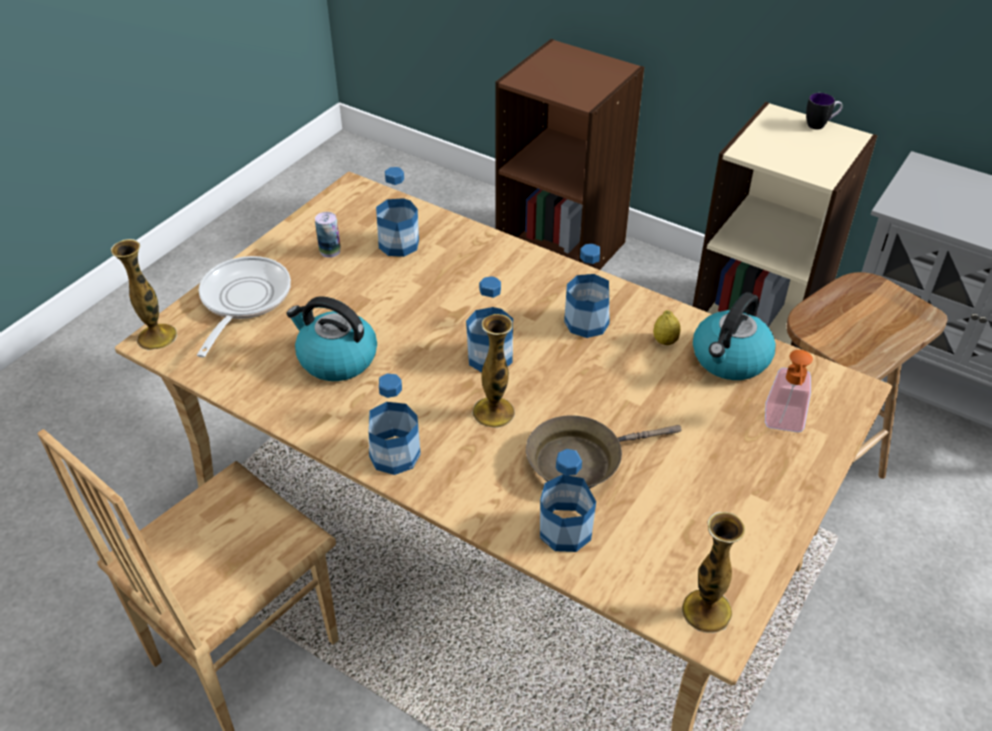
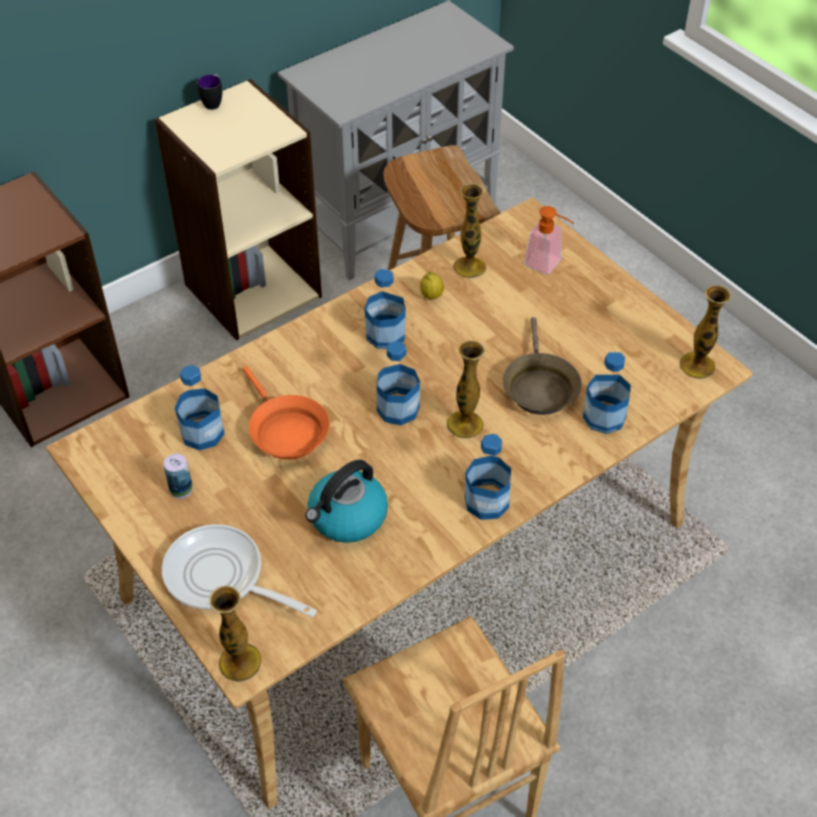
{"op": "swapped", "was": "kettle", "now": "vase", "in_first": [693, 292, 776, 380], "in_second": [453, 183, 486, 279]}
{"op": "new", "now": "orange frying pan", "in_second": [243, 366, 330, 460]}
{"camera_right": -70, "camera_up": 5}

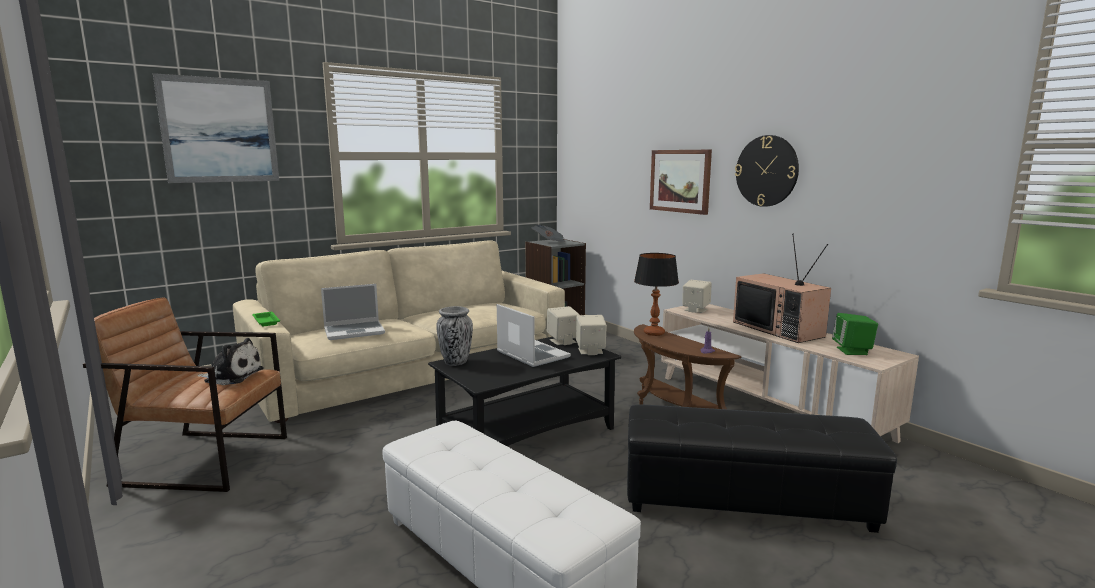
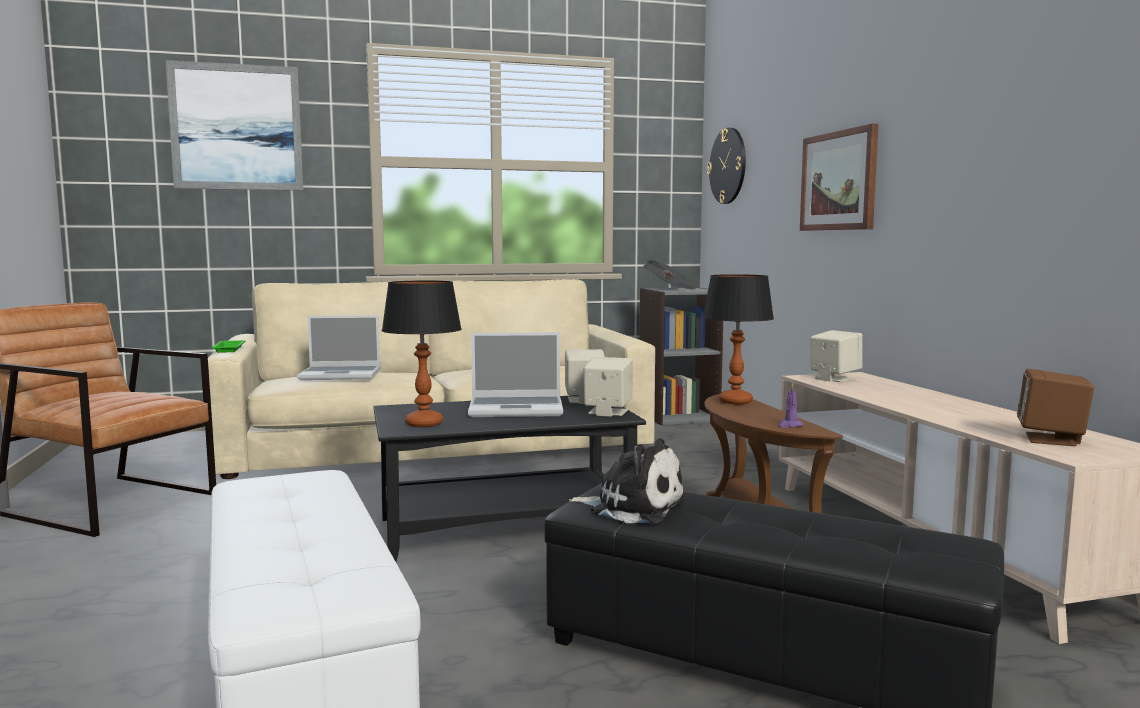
{"op": "shifted", "was": "wall clock", "in_first": [735, 135, 799, 207], "in_second": [707, 128, 746, 204]}
{"op": "gone", "was": "television", "in_first": [733, 233, 831, 343]}
{"op": "rotated", "was": "laptop", "in_first": [497, 304, 571, 367], "in_second": [468, 332, 563, 417], "clockwise": 105}
{"op": "gone", "was": "vase", "in_first": [436, 306, 473, 366]}
{"op": "repainted", "was": "green speaker", "now": "brown speaker", "in_first": [832, 313, 878, 355], "in_second": [1017, 369, 1094, 446]}
{"op": "shifted", "was": "plush toy", "in_first": [198, 338, 264, 385], "in_second": [569, 438, 685, 523]}
{"op": "new", "now": "table lamp", "in_second": [382, 280, 462, 427]}
{"camera_right": 20, "camera_up": -5}

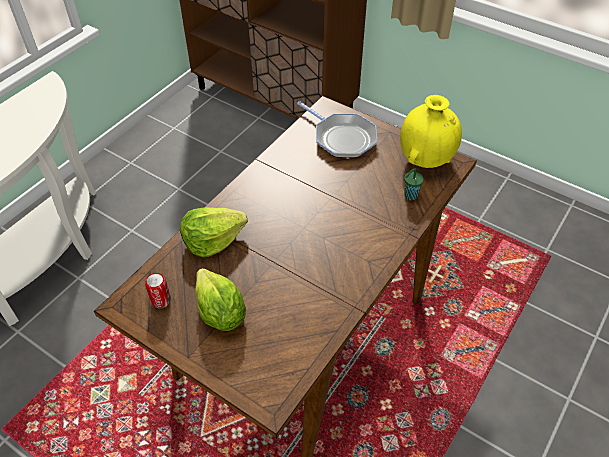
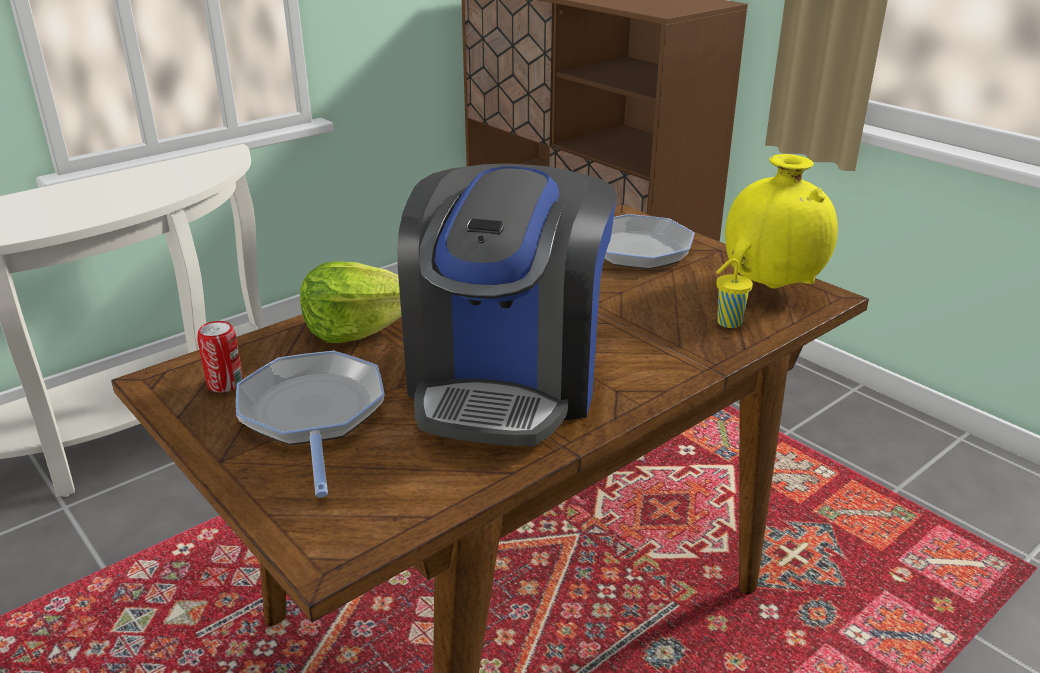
{"op": "repainted", "was": "green cup", "now": "yellow cup", "in_first": [404, 169, 424, 200], "in_second": [716, 258, 753, 328]}
{"op": "swapped", "was": "lettuce", "now": "frying pan", "in_first": [195, 268, 246, 331], "in_second": [236, 351, 385, 498]}
{"op": "new", "now": "coffee machine", "in_second": [397, 163, 617, 446]}
{"camera_right": 15, "camera_up": -20}

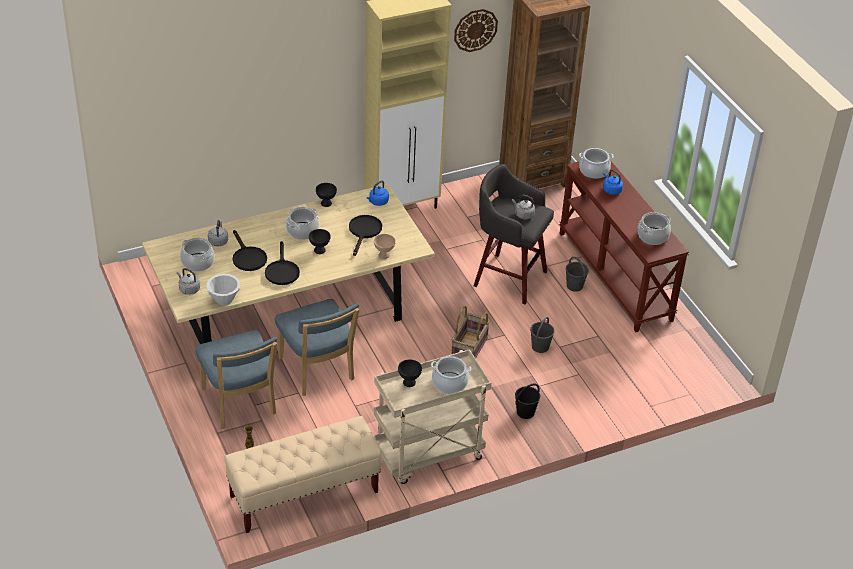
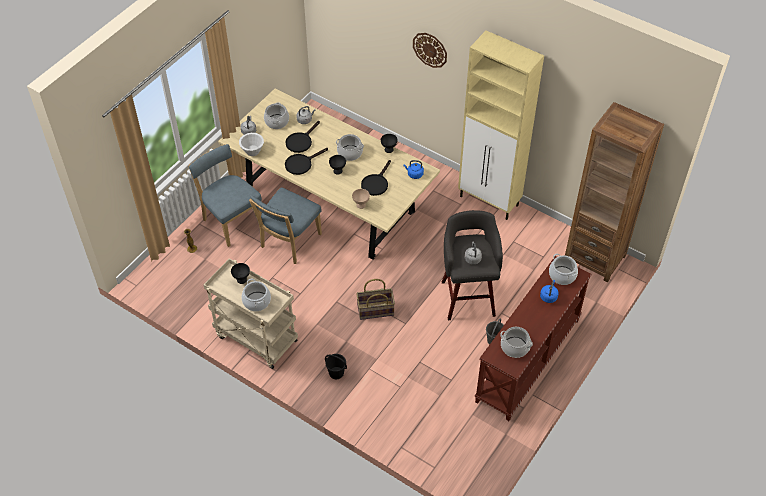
{"op": "shifted", "was": "wall clock", "in_first": [454, 9, 498, 52], "in_second": [413, 33, 447, 68]}
{"op": "rotated", "was": "black frying pan", "in_first": [349, 215, 382, 256], "in_second": [361, 160, 391, 196], "clockwise": 135}
{"op": "gone", "was": "grey bucket", "in_first": [530, 317, 555, 353]}
{"op": "rotated", "was": "blue chair", "in_first": [195, 330, 277, 429], "in_second": [188, 144, 262, 247], "clockwise": 105}
{"op": "gone", "was": "beige bench", "in_first": [224, 416, 381, 533]}
{"camera_right": 60, "camera_up": 10}

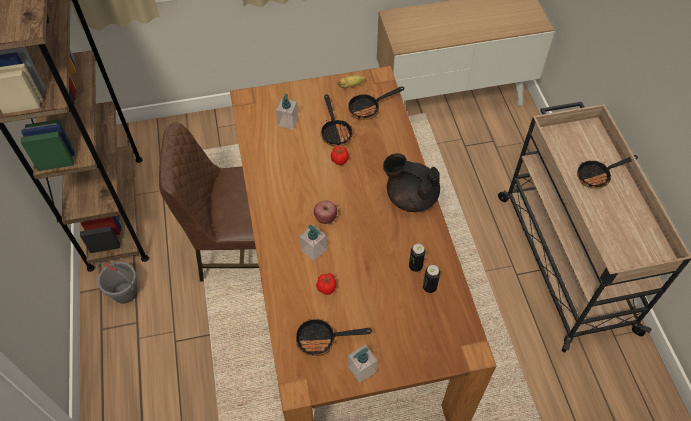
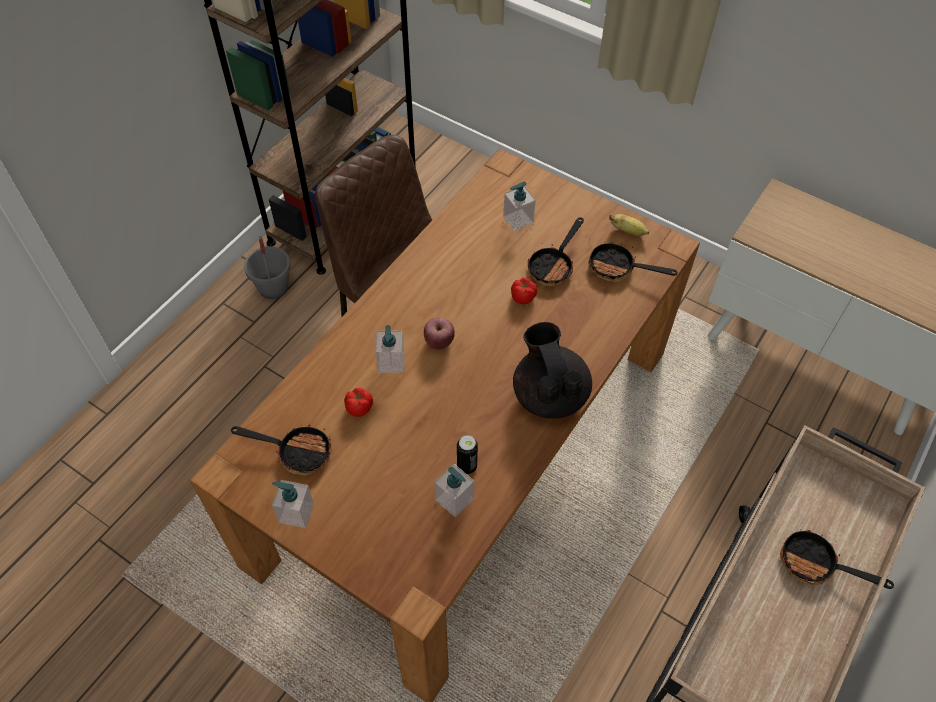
{"op": "swapped", "was": "can", "now": "soap dispenser", "in_first": [423, 265, 440, 293], "in_second": [434, 464, 474, 517]}
{"op": "rotated", "was": "frying pan", "in_first": [296, 318, 372, 357], "in_second": [231, 425, 331, 475], "clockwise": 150}
{"camera_right": 45, "camera_up": 0}

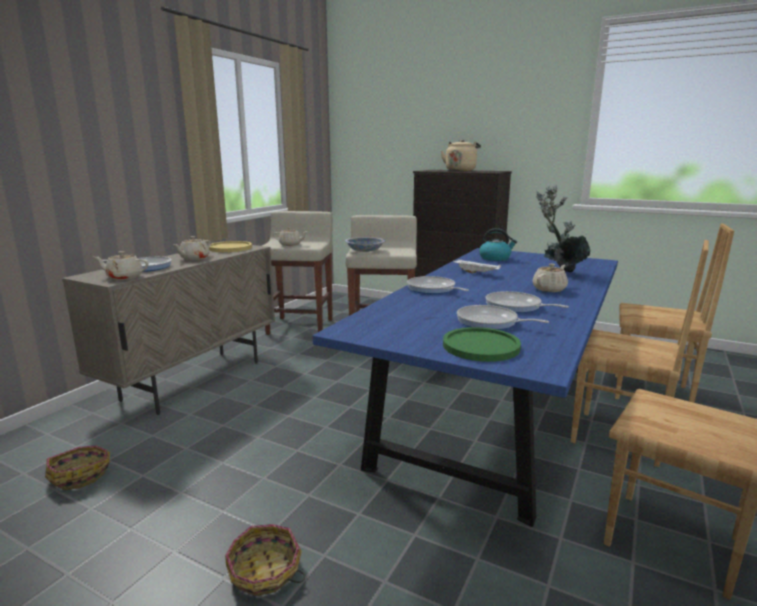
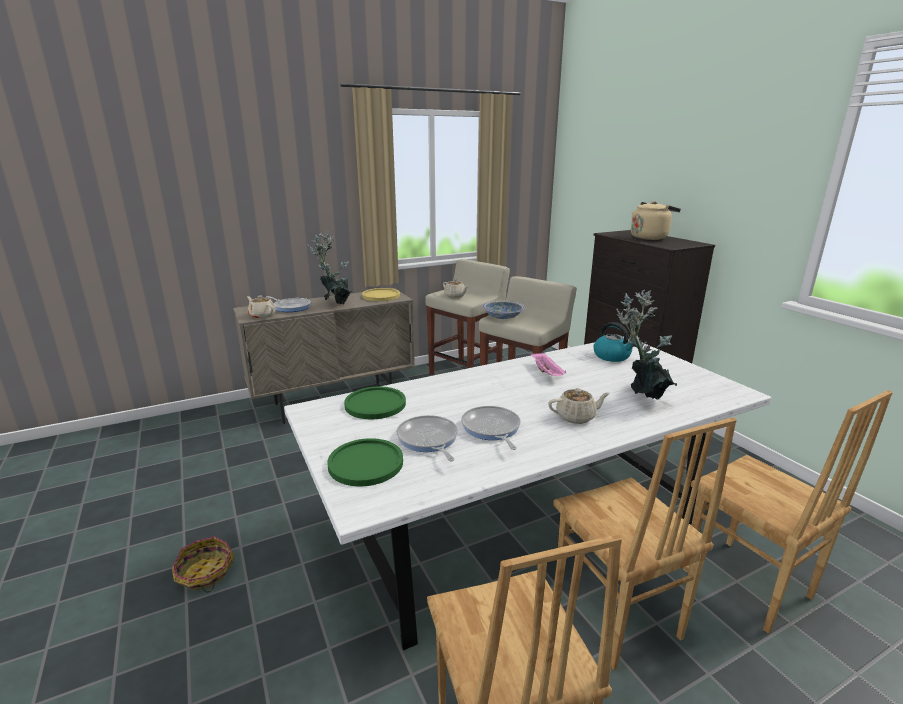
{"op": "swapped", "was": "beige teapot", "now": "potted plant", "in_first": [174, 236, 211, 260], "in_second": [307, 231, 351, 305]}
{"op": "repainted", "was": "blue dining table", "now": "white dining table", "in_first": [313, 248, 618, 527], "in_second": [284, 336, 771, 651]}
{"op": "repainted", "was": "white tray", "now": "pink tray", "in_first": [453, 260, 501, 273], "in_second": [531, 353, 566, 376]}
{"op": "gone", "was": "frying pan", "in_first": [407, 276, 469, 294]}
{"op": "gone", "was": "basket", "in_first": [45, 446, 110, 490]}
{"op": "new", "now": "green plate", "in_second": [344, 387, 406, 419]}
{"camera_right": 35, "camera_up": 5}

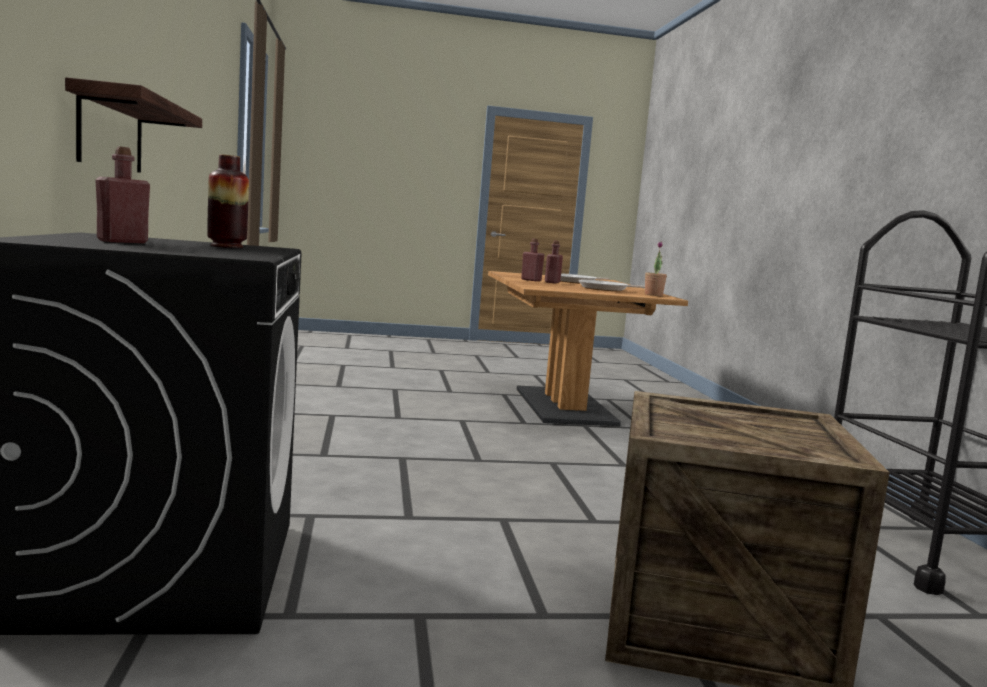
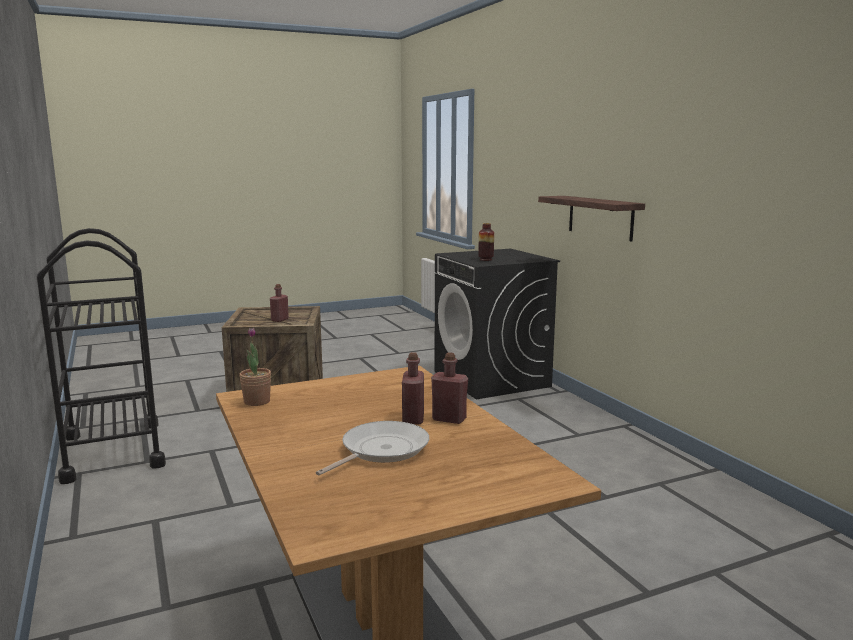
{"op": "shifted", "was": "red bottle", "in_first": [95, 147, 150, 243], "in_second": [270, 284, 289, 322]}
{"op": "gone", "was": "frying pan", "in_first": [579, 280, 645, 291]}
{"camera_right": 165, "camera_up": 5}

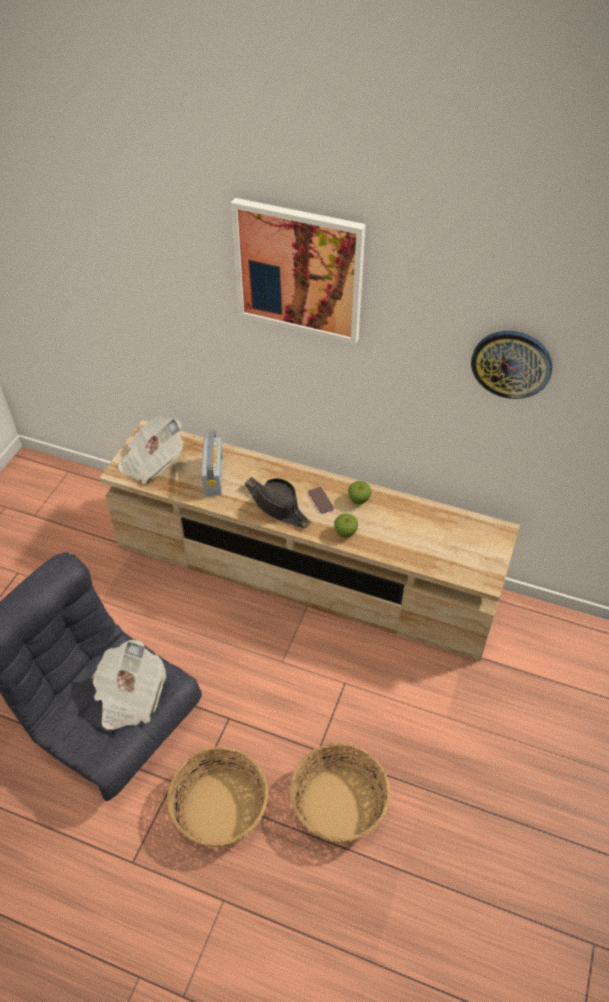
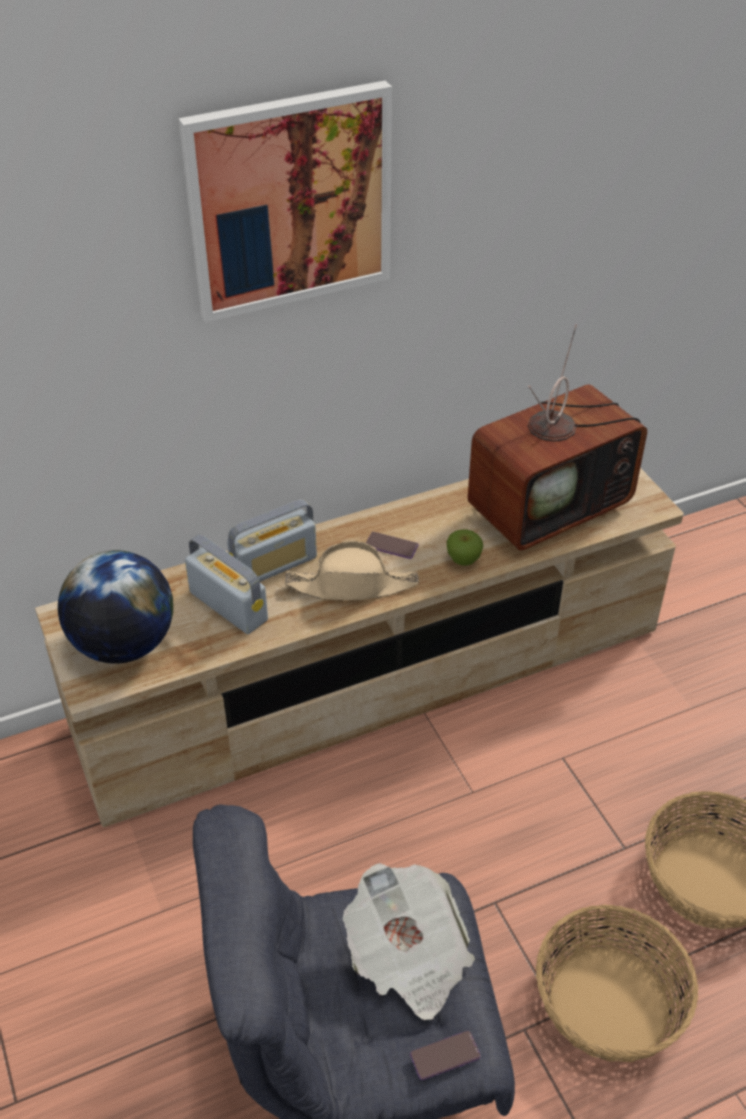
{"op": "gone", "was": "wall clock", "in_first": [471, 331, 553, 399]}
{"op": "swapped", "was": "newspaper", "now": "globe", "in_first": [118, 416, 184, 484], "in_second": [58, 550, 173, 664]}
{"op": "repainted", "was": "black hat", "now": "beige hat", "in_first": [244, 477, 311, 528], "in_second": [285, 541, 419, 601]}
{"op": "gone", "was": "apple", "in_first": [348, 481, 371, 504]}
{"op": "new", "now": "television", "in_second": [468, 324, 647, 551]}
{"op": "new", "now": "radio", "in_second": [227, 499, 317, 582]}
{"op": "new", "now": "phone", "in_second": [410, 1031, 481, 1080]}
{"camera_right": -45, "camera_up": -5}

